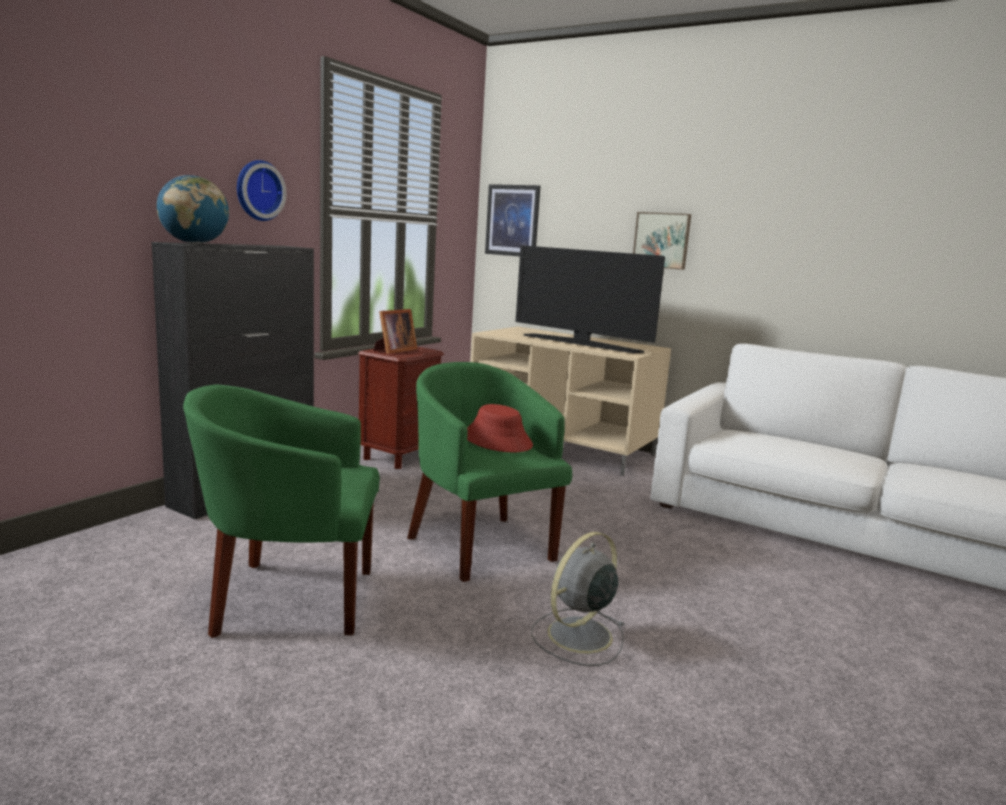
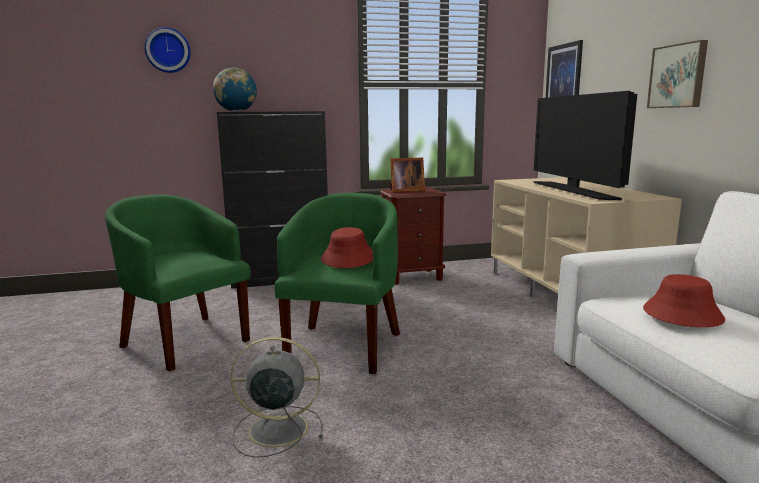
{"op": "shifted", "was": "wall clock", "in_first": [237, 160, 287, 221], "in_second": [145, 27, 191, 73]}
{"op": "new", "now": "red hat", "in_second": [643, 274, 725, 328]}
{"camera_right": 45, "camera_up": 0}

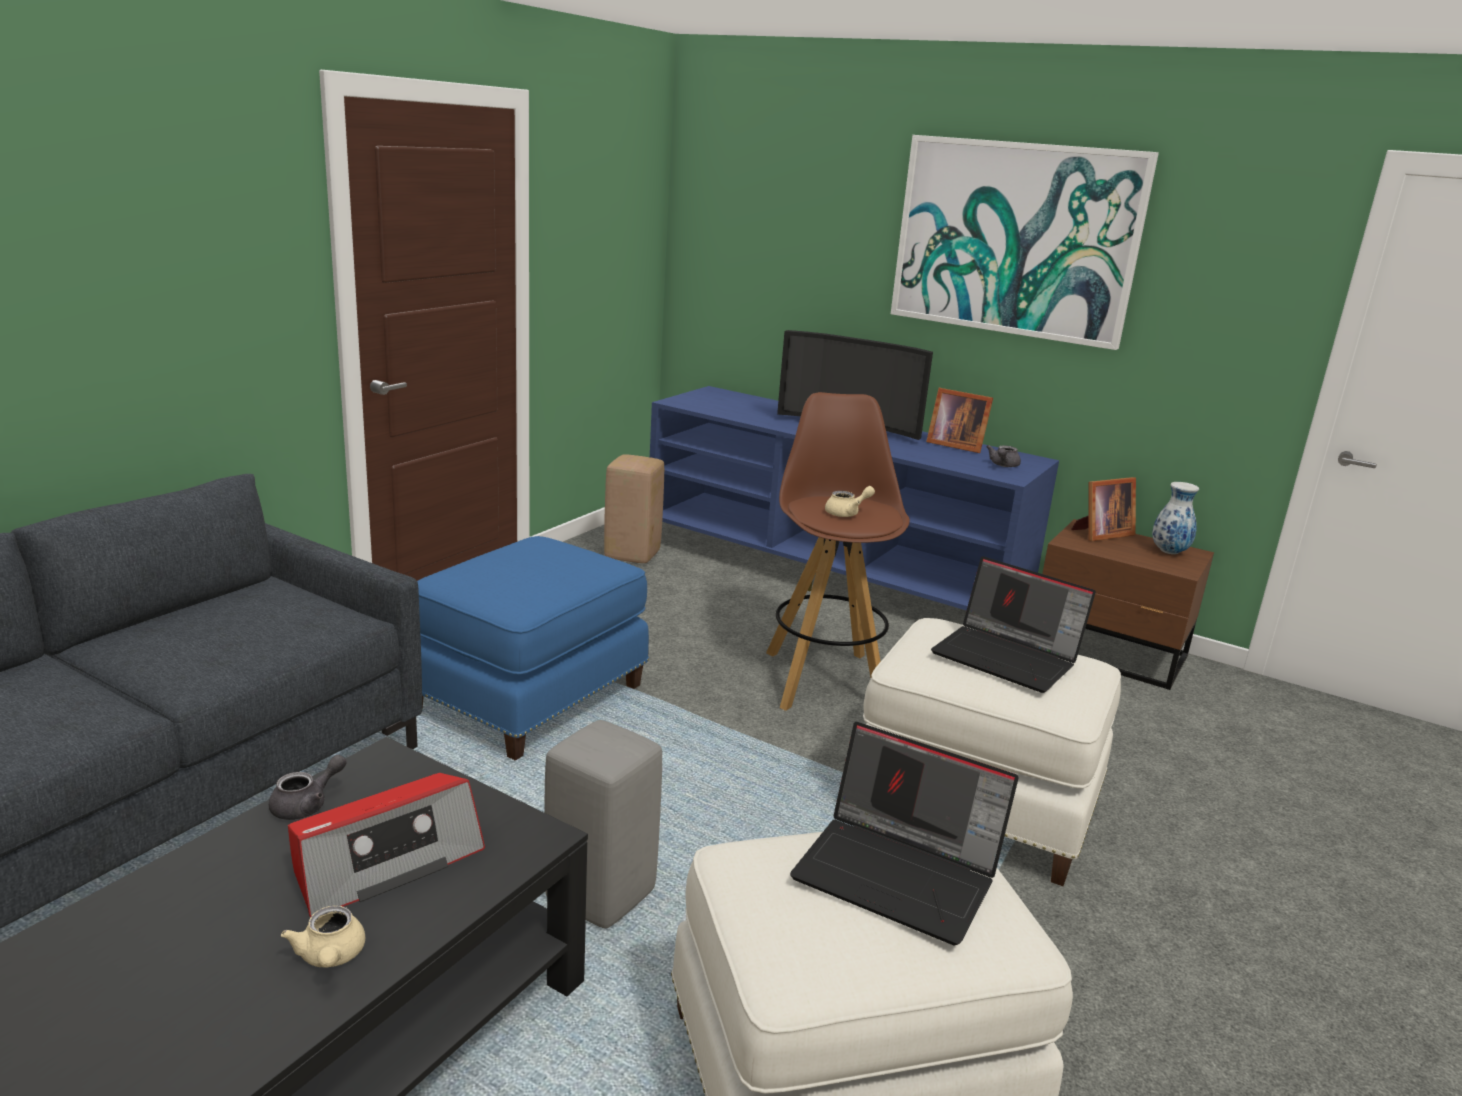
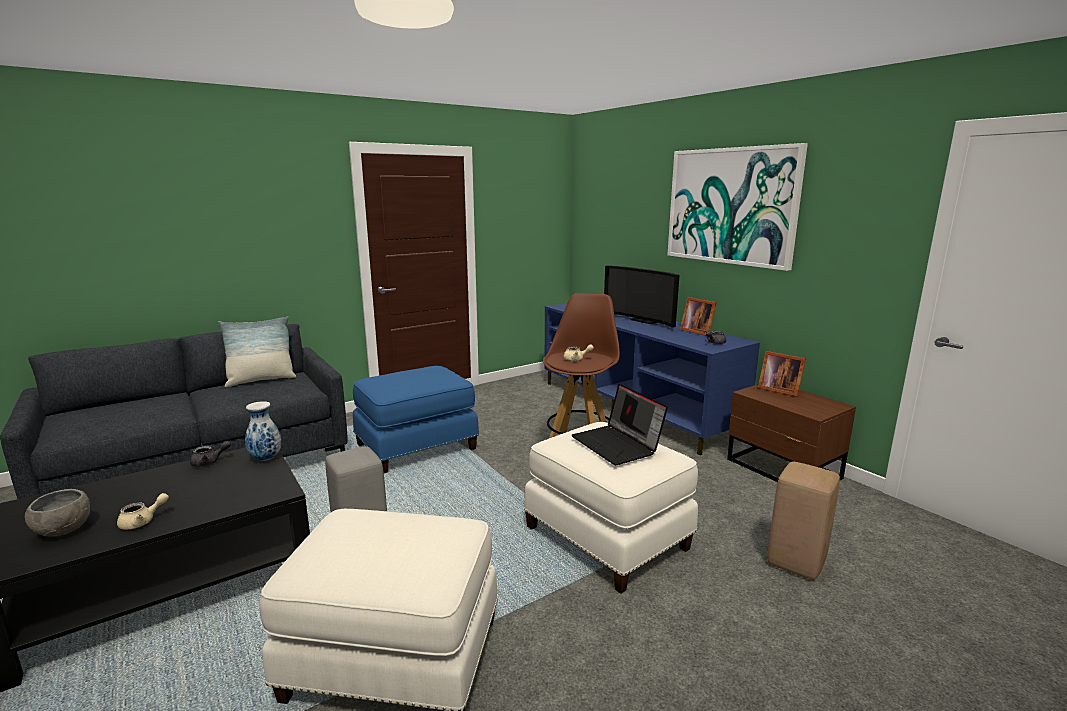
{"op": "shifted", "was": "beige stool", "in_first": [604, 454, 664, 563], "in_second": [767, 462, 840, 580]}
{"op": "rotated", "was": "picture frame", "in_first": [1071, 477, 1136, 541], "in_second": [758, 351, 806, 397], "clockwise": 45}
{"op": "shifted", "was": "vase", "in_first": [1152, 482, 1199, 554], "in_second": [245, 401, 282, 461]}
{"op": "gone", "was": "laptop", "in_first": [790, 722, 1019, 945]}
{"op": "gone", "was": "radio", "in_first": [288, 773, 485, 917]}
{"op": "rotated", "was": "beige teapot", "in_first": [281, 906, 365, 968], "in_second": [117, 493, 169, 530], "clockwise": -135}
{"op": "new", "now": "pillow", "in_second": [218, 316, 296, 387]}
{"op": "new", "now": "grey bowl", "in_second": [25, 489, 90, 537]}
{"camera_right": 25, "camera_up": -5}

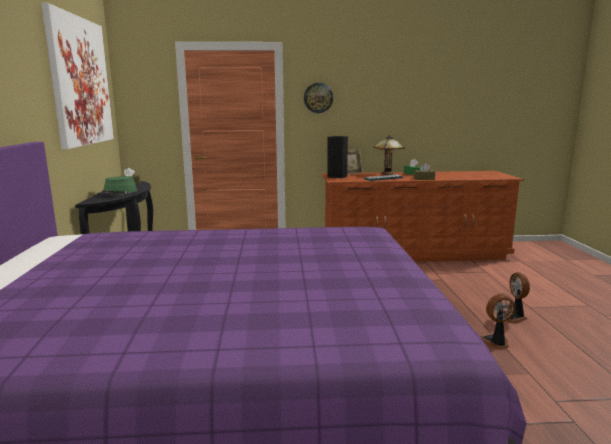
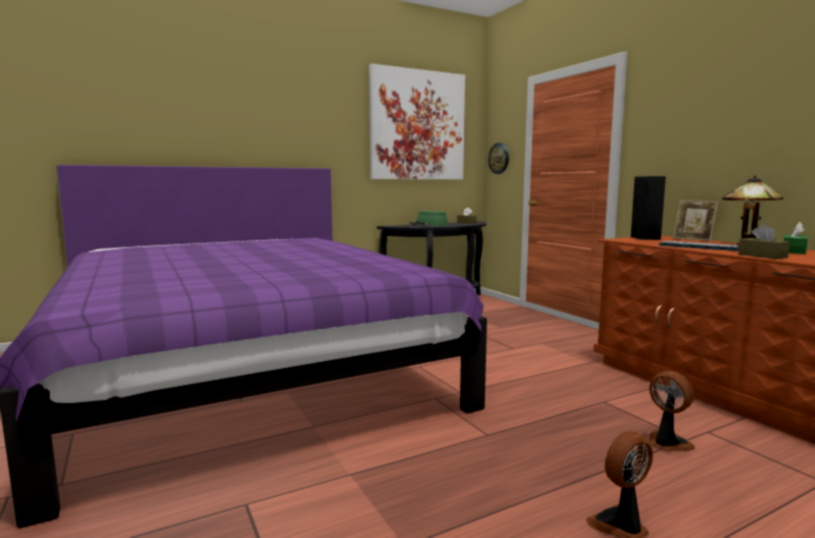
{"op": "shifted", "was": "wall clock", "in_first": [304, 83, 333, 113], "in_second": [488, 143, 509, 174]}
{"op": "shifted", "was": "fan", "in_first": [480, 294, 515, 349], "in_second": [649, 371, 696, 452]}
{"camera_right": 65, "camera_up": -5}

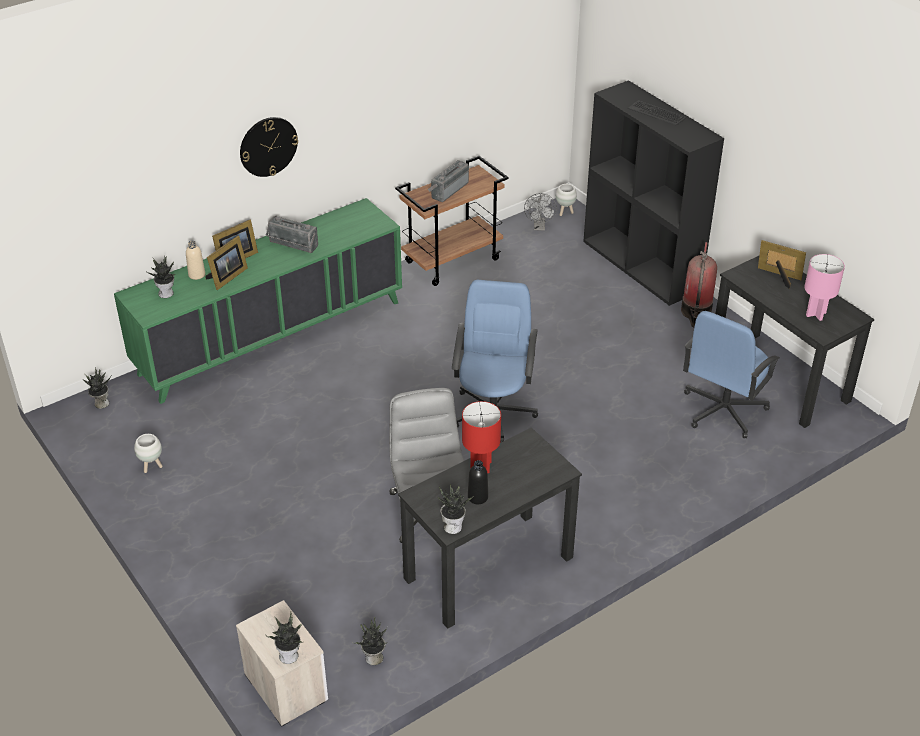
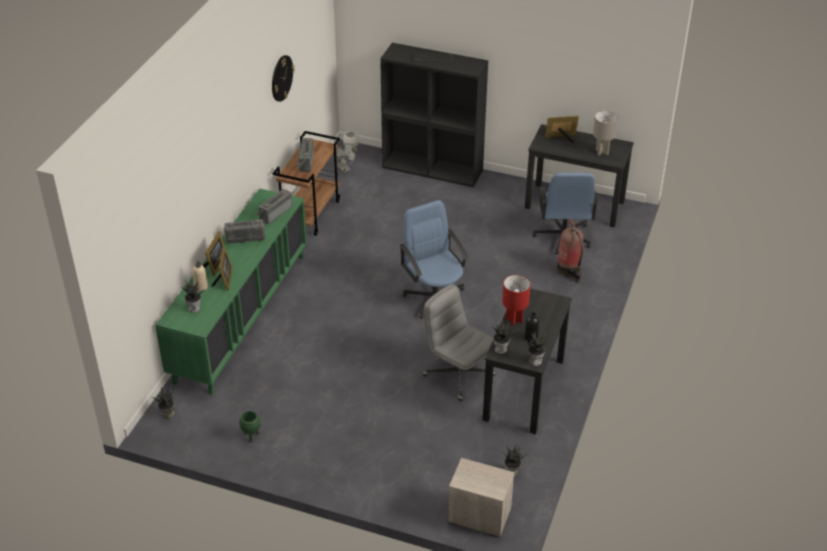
{"op": "shifted", "was": "wall clock", "in_first": [240, 117, 298, 177], "in_second": [272, 55, 295, 102]}
{"op": "shifted", "was": "fire extinguisher", "in_first": [681, 242, 717, 327], "in_second": [557, 218, 584, 283]}
{"op": "repainted", "was": "pink table lamp", "now": "grey table lamp", "in_first": [804, 254, 845, 321], "in_second": [593, 111, 618, 155]}
{"op": "repainted", "was": "white planter", "now": "green planter", "in_first": [134, 434, 163, 473], "in_second": [239, 411, 261, 442]}
{"op": "shifted", "was": "potted plant", "in_first": [266, 613, 302, 664], "in_second": [492, 320, 516, 354]}
{"op": "new", "now": "radio", "in_second": [256, 189, 292, 224]}
{"camera_right": -35, "camera_up": 0}

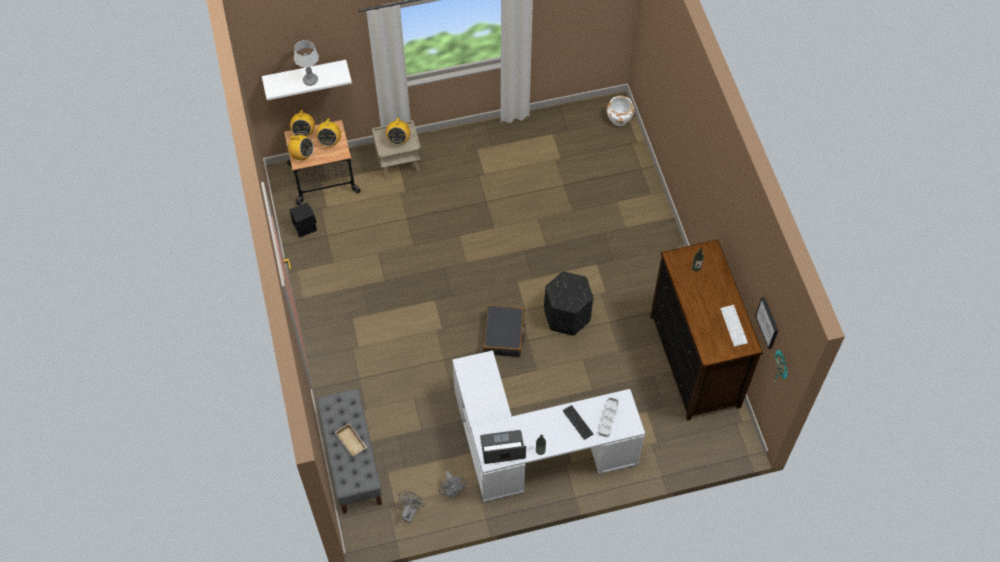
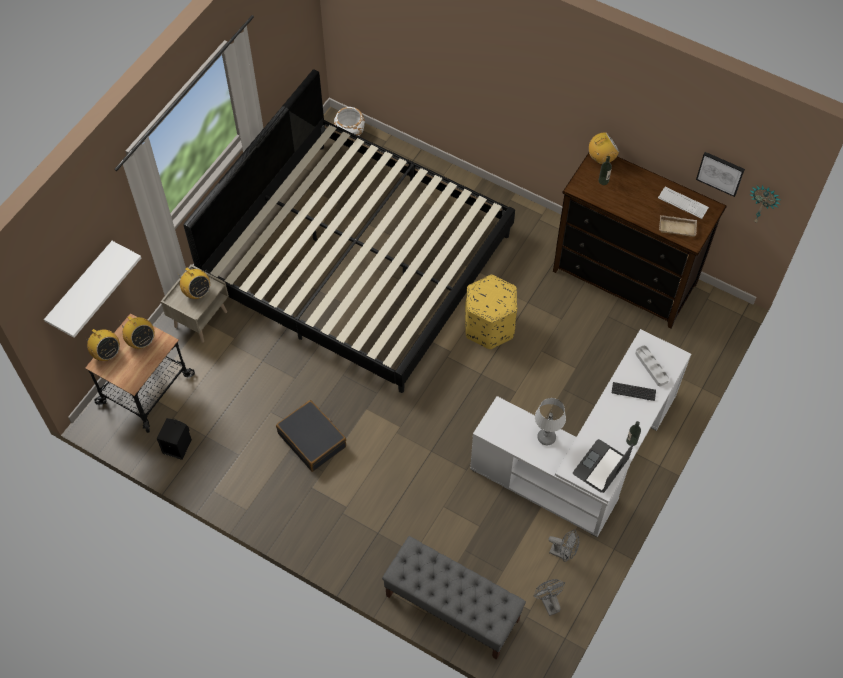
{"op": "shifted", "was": "table lamp", "in_first": [294, 40, 319, 86], "in_second": [535, 398, 566, 445]}
{"op": "shifted", "was": "radio", "in_first": [284, 135, 314, 160], "in_second": [589, 133, 619, 164]}
{"op": "repainted", "was": "black ottoman", "now": "yellow ottoman", "in_first": [544, 271, 593, 335], "in_second": [465, 275, 517, 349]}
{"op": "shifted", "was": "black suitcase", "in_first": [483, 305, 526, 357], "in_second": [276, 400, 346, 472]}
{"op": "shifted", "was": "beige tray", "in_first": [335, 423, 367, 457], "in_second": [659, 215, 697, 237]}
{"op": "new", "now": "bed", "in_second": [183, 69, 515, 393]}
{"camera_right": -45, "camera_up": 0}

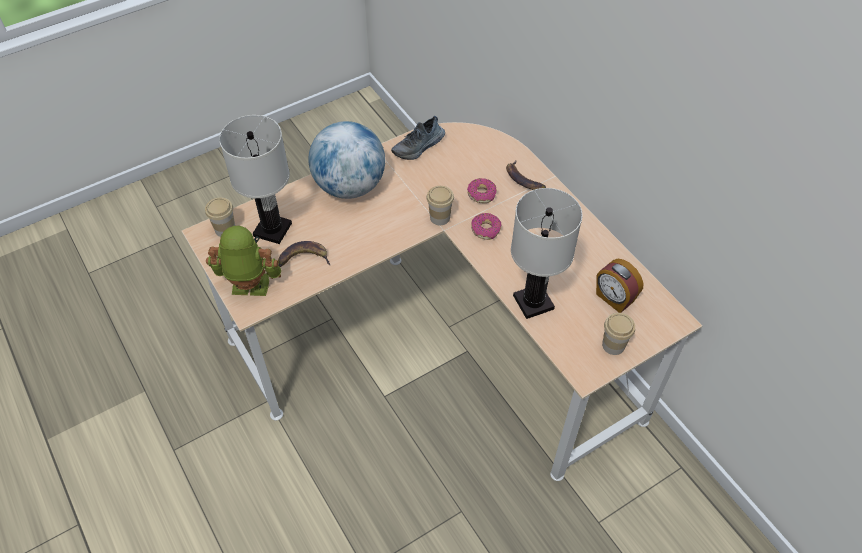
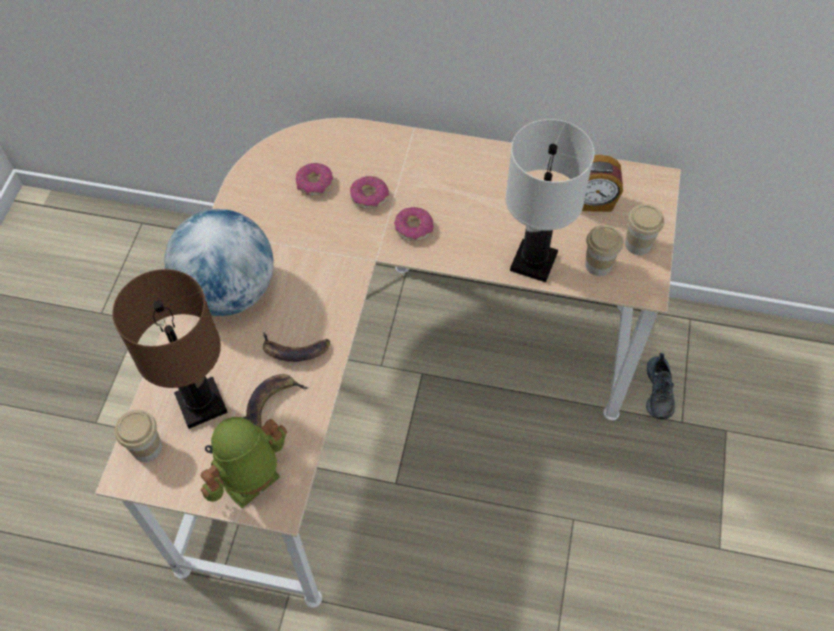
{"op": "repainted", "was": "white table lamp", "now": "brown table lamp", "in_first": [219, 115, 292, 244], "in_second": [112, 269, 228, 429]}
{"op": "shifted", "was": "shoe", "in_first": [391, 116, 445, 160], "in_second": [646, 353, 676, 420]}
{"op": "shifted", "was": "banana", "in_first": [506, 161, 546, 190], "in_second": [263, 332, 330, 362]}
{"op": "shifted", "was": "cup", "in_first": [427, 186, 454, 225], "in_second": [585, 225, 623, 276]}
{"op": "new", "now": "donut", "in_second": [296, 163, 333, 196]}
{"camera_right": -45, "camera_up": 5}

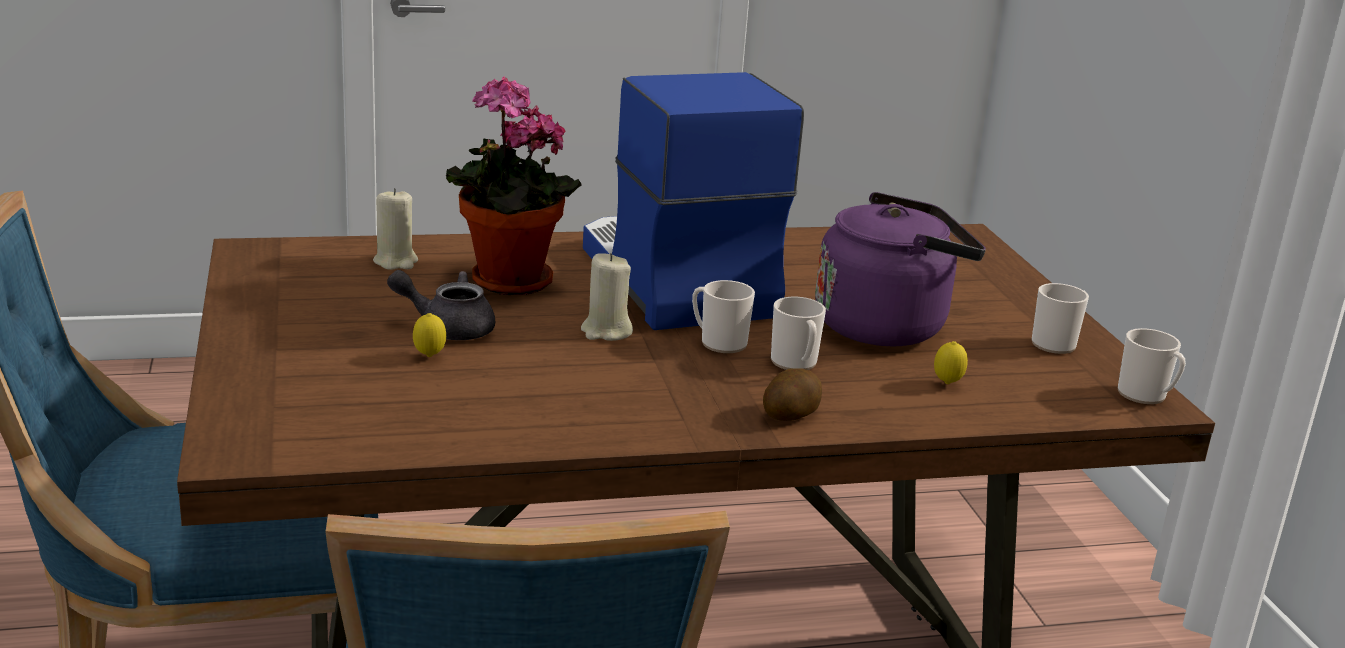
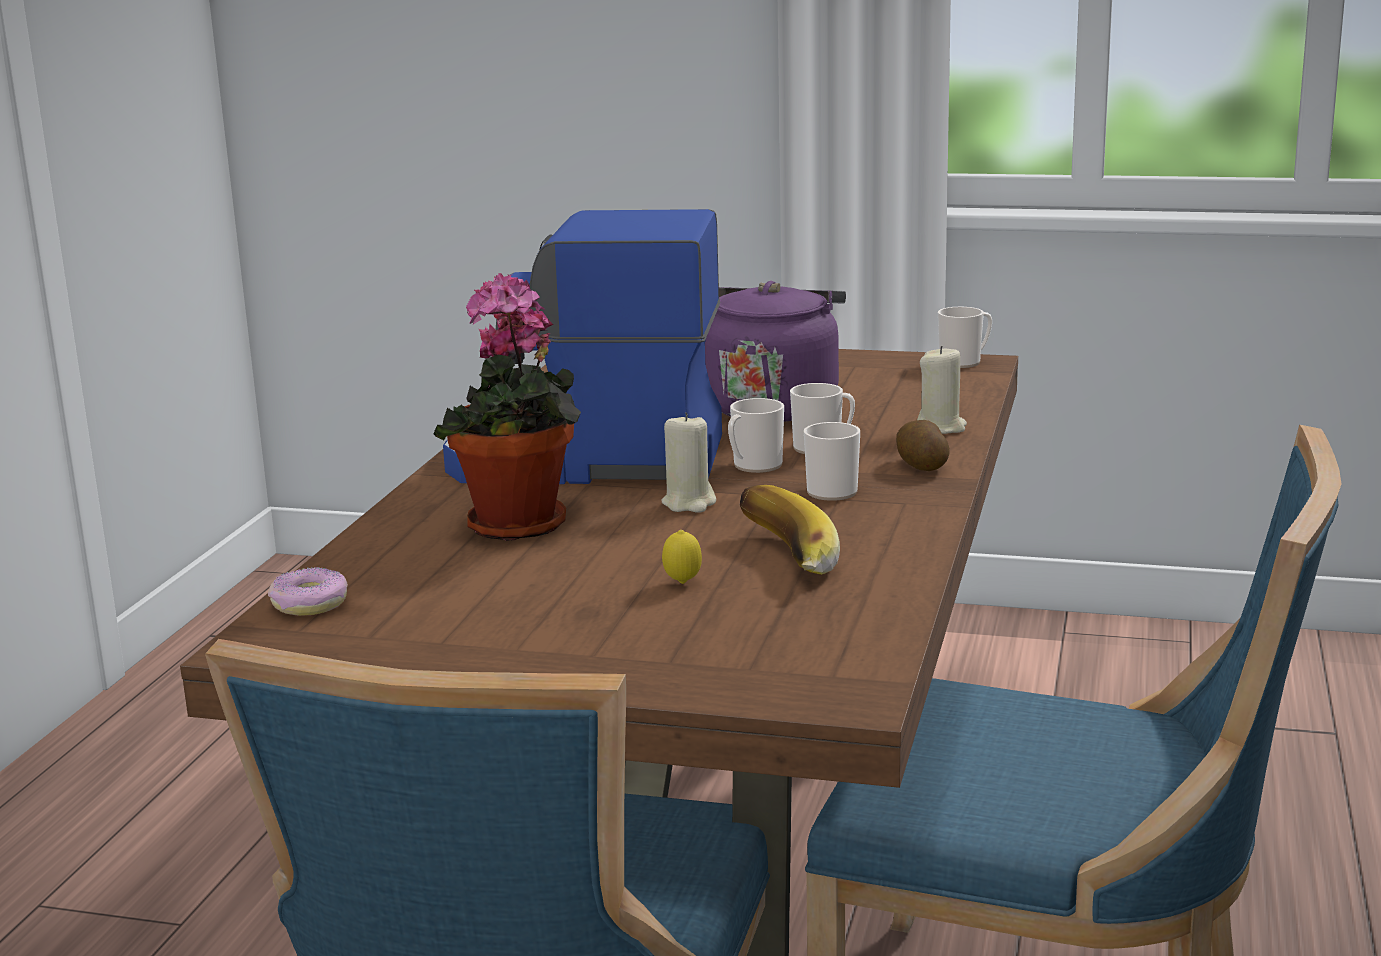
{"op": "shifted", "was": "beige candle", "in_first": [373, 188, 418, 270], "in_second": [917, 346, 967, 434]}
{"op": "gone", "was": "grey teapot", "in_first": [387, 270, 495, 340]}
{"op": "shifted", "was": "mug", "in_first": [1032, 283, 1089, 354], "in_second": [804, 422, 860, 501]}
{"op": "gone", "was": "lemon", "in_first": [934, 341, 968, 384]}
{"op": "new", "now": "banana", "in_second": [740, 485, 840, 575]}
{"op": "new", "now": "donut", "in_second": [268, 567, 348, 616]}
{"camera_right": -60, "camera_up": -5}

